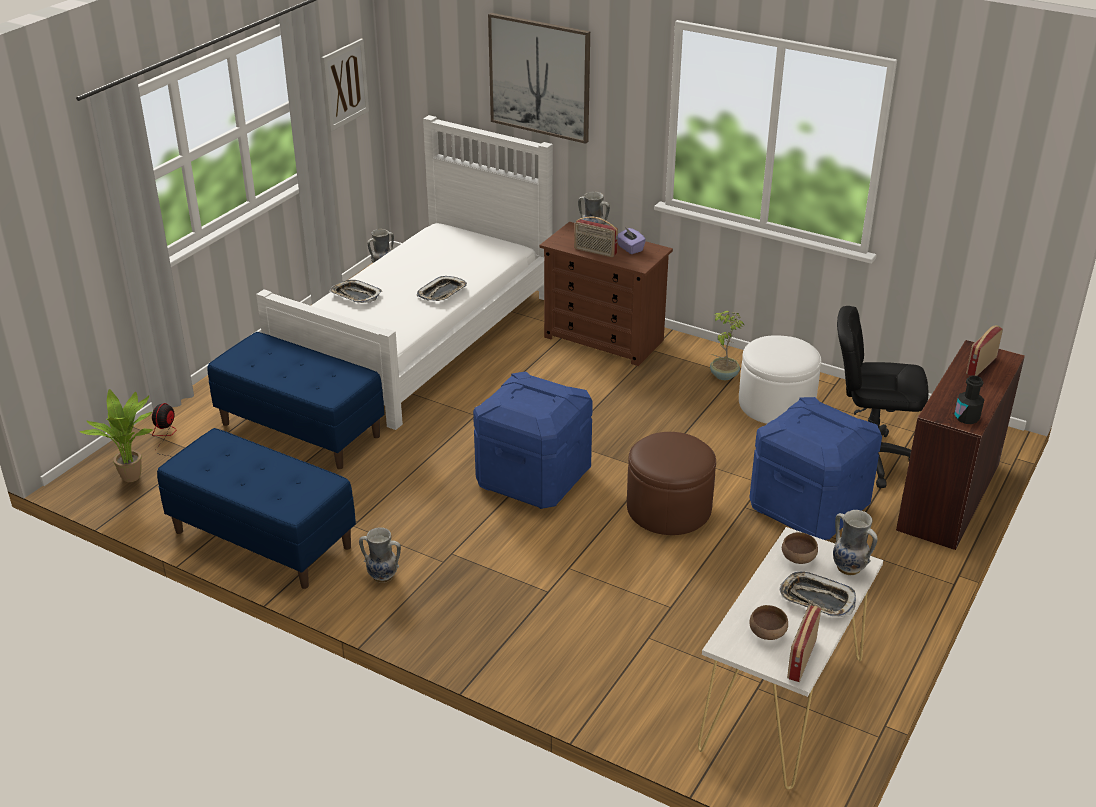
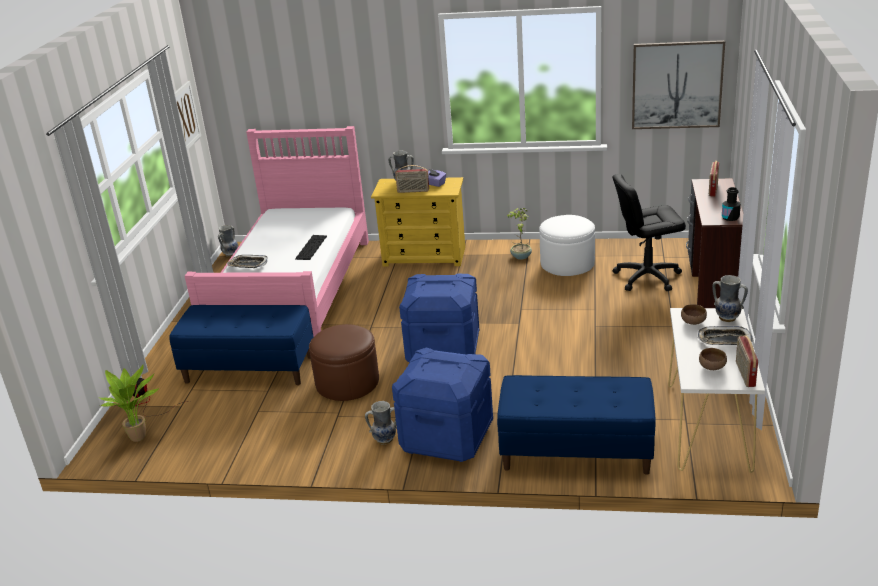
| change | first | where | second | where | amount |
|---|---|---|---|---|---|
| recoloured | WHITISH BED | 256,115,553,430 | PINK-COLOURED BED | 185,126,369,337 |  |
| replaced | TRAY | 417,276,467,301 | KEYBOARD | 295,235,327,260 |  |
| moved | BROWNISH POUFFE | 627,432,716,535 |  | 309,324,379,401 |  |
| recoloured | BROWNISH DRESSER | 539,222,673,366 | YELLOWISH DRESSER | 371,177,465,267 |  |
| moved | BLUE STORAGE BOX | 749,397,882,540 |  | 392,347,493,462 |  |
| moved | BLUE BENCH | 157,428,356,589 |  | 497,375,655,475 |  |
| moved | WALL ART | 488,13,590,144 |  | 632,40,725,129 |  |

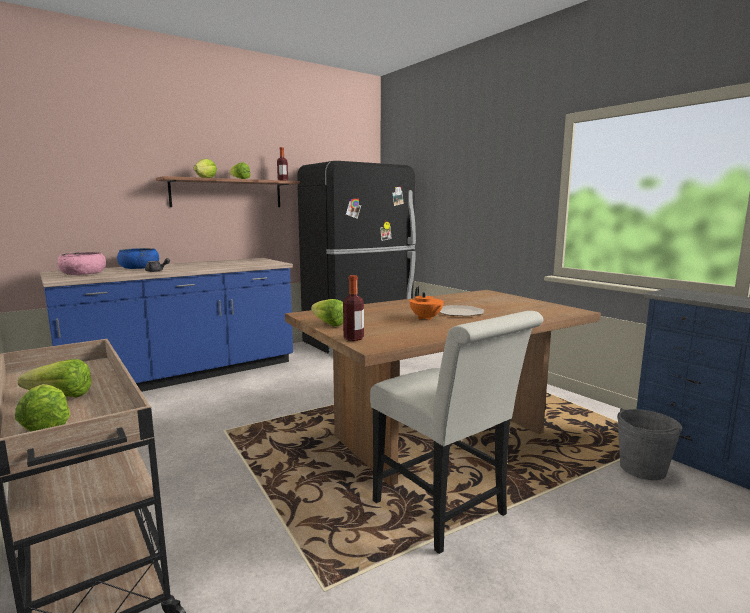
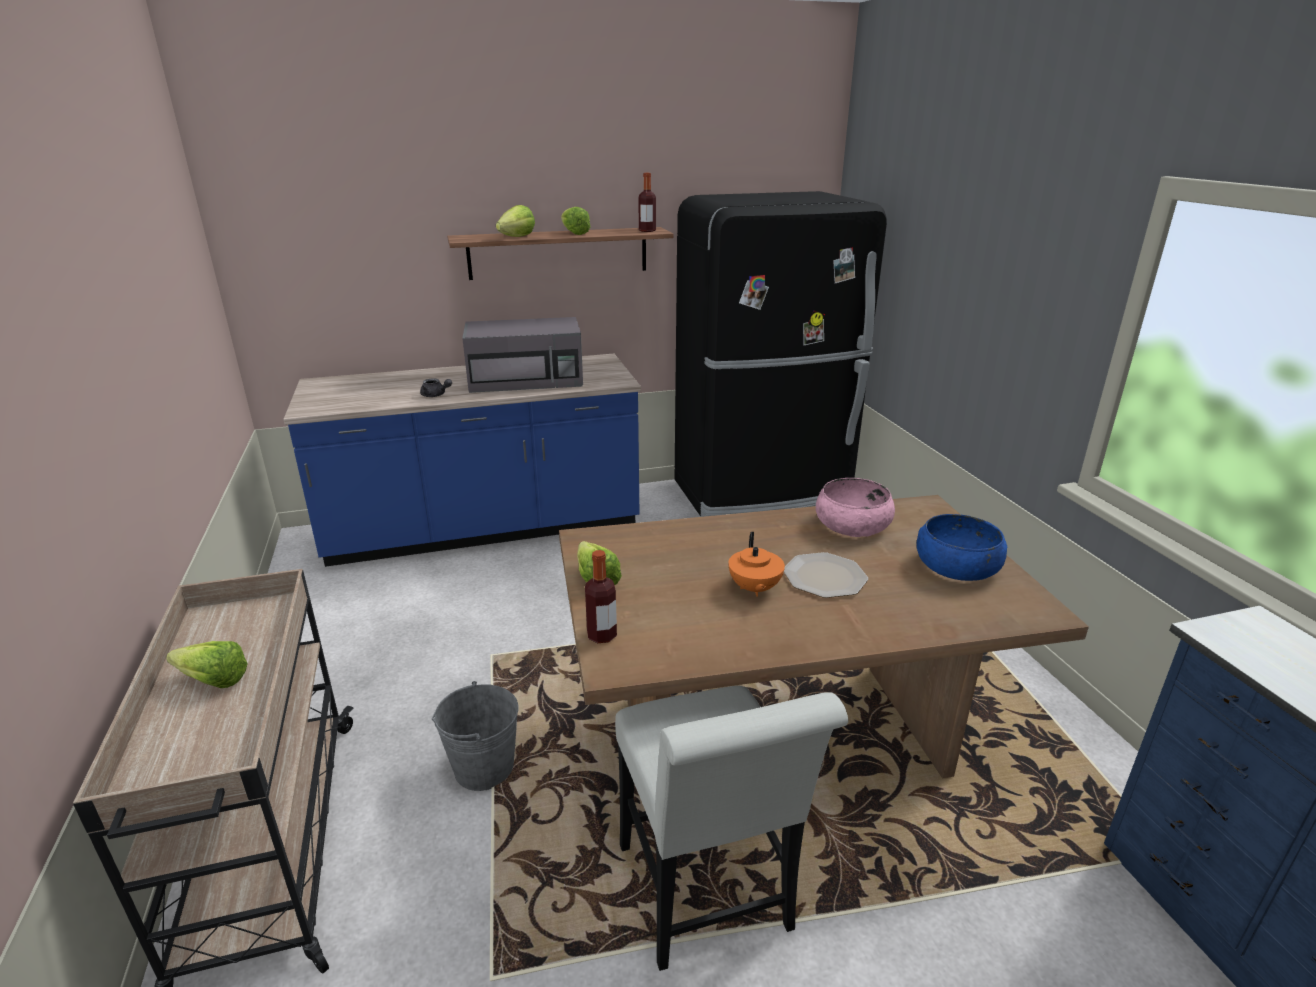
| change | first | where | second | where | amount |
|---|---|---|---|---|---|
| moved | GREYISH BUCKET | 617,408,682,480 |  | 432,681,518,791 |  |
| added |  |  | GREYISH MICROWAVE OVEN | 462,317,583,393 |  |
| moved | PINK-COLOURED DEEP DISH | 57,252,106,275 |  | 816,478,895,537 |  |
| moved | BLUE DEEP DISH | 117,248,159,269 |  | 917,514,1007,581 |  |
| removed | HEAD OF LETTUCE | 15,384,70,432 |  |  |  |

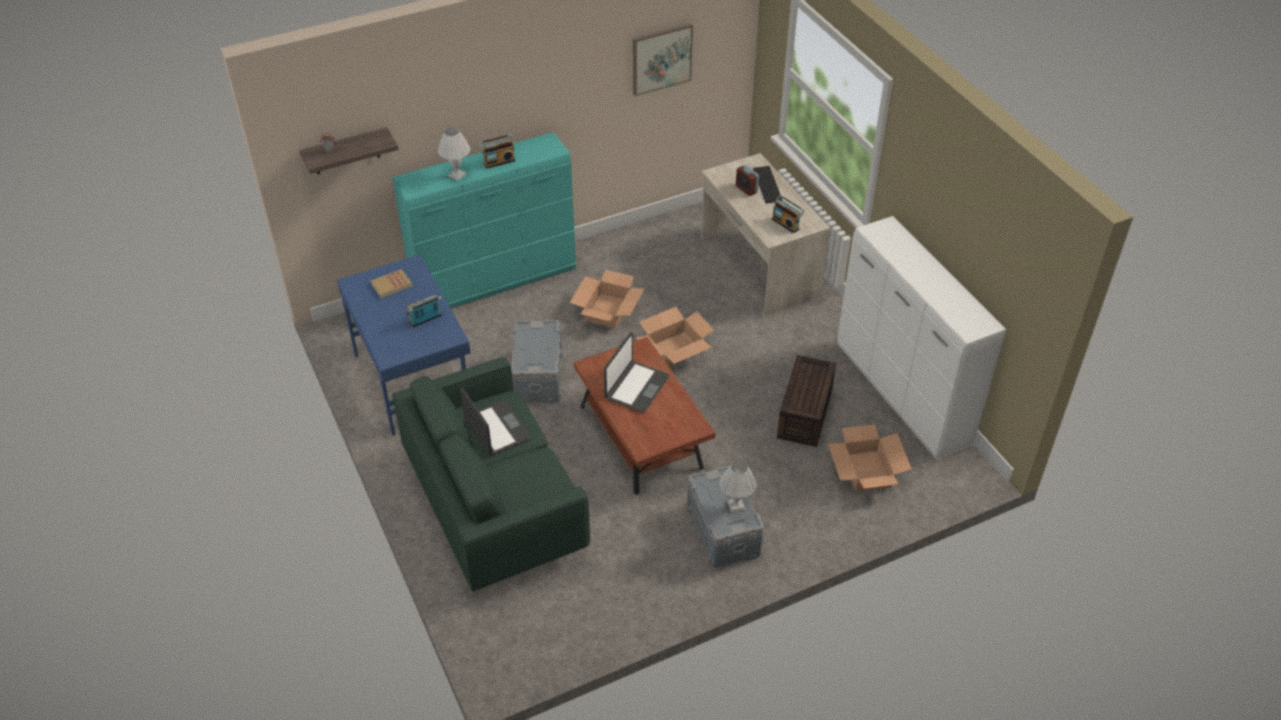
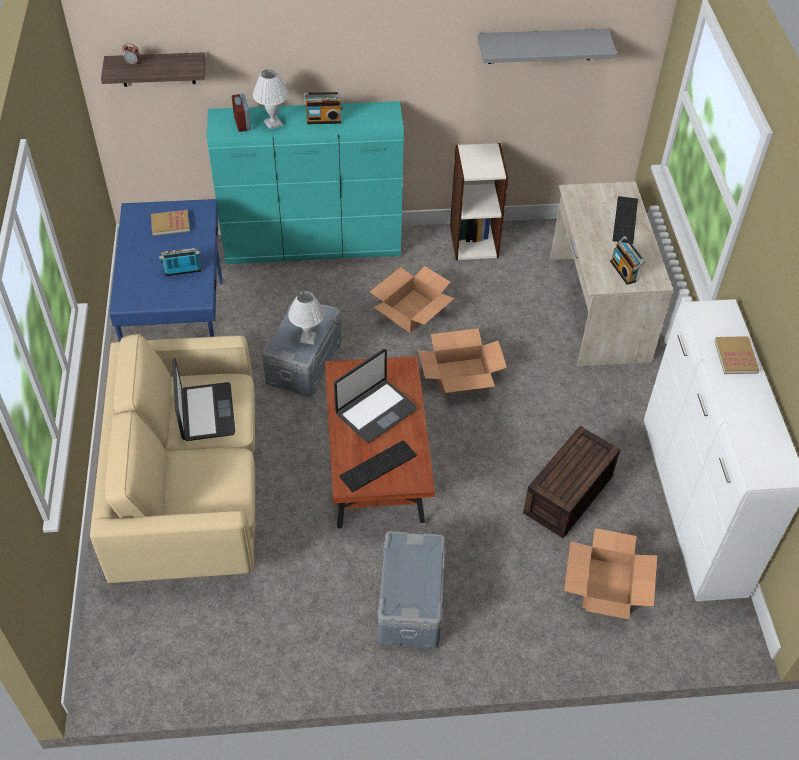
| change | first | where | second | where | amount |
|---|---|---|---|---|---|
| recoloured | GREENISH SETTEE | 392,357,590,592 | SAND-COLOURED SETTEE | 90,334,255,583 |  |
| moved | ALARM CLOCK | 736,165,759,196 |  | 232,94,251,132 |  |
| moved | WHITISH LAMP FOR A TABLE | 720,461,757,513 |  | 288,291,325,345 |  |
| added |  |  | KEYBOARD | 339,440,416,492 |  |
| added |  |  | BOOKSHELF | 450,143,508,260 |  |
| replaced | WALL ART | 633,23,693,96 | GREYISH SHELF | 477,29,617,64 |  |
| added |  |  | BOOK | 714,336,759,374 |  |

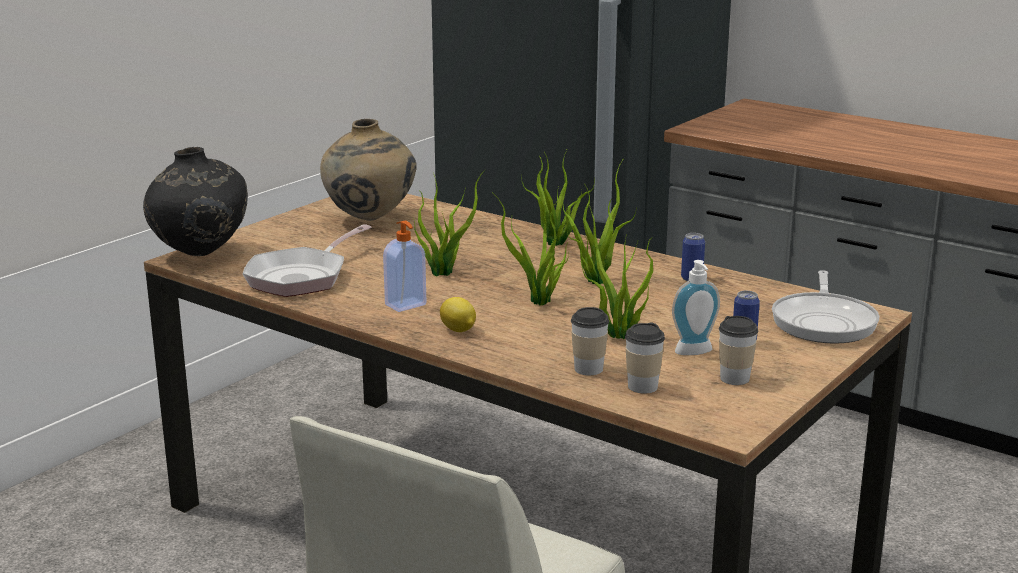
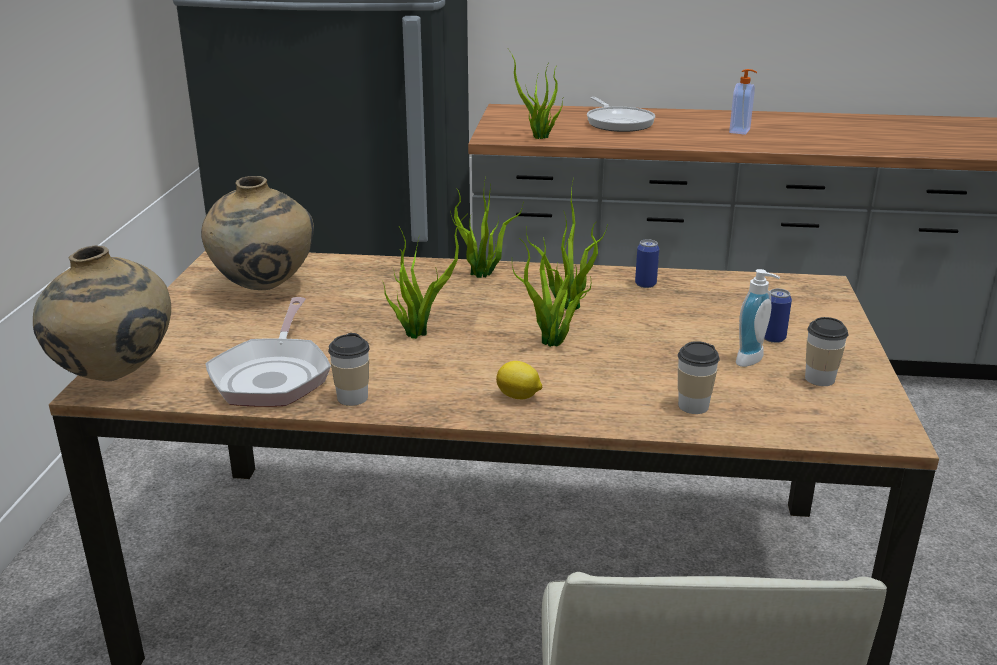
| change | first | where | second | where | amount |
|---|---|---|---|---|---|
| recoloured | BLACK-COLOURED FLOWER VASE | 143,147,248,256 | SAND-COLOURED FLOWER VASE | 33,245,171,381 |  |
| moved | CUP | 625,323,665,393 |  | 328,333,370,406 |  |
| moved | HOUSEPLANT | 581,202,653,339 |  | 508,49,563,139 |  |
| moved | PAN | 772,270,879,344 |  | 587,97,655,132 |  |
| moved | SOAP DISPENSER | 383,221,426,312 |  | 729,69,757,135 |  |

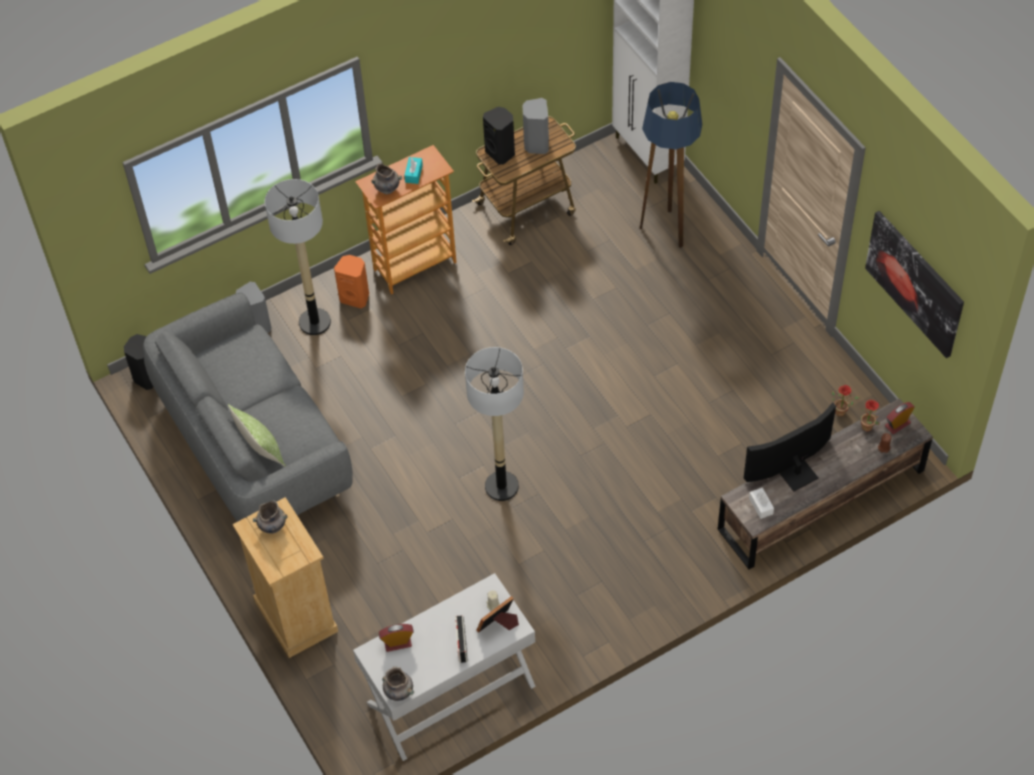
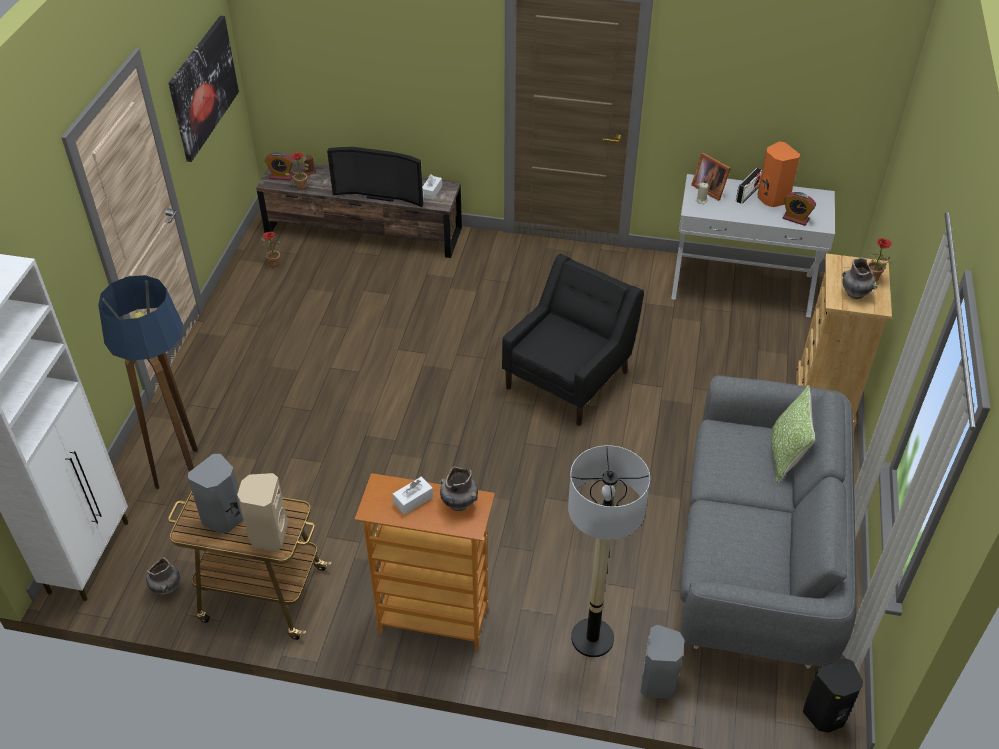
| change | first | where | second | where | amount |
|---|---|---|---|---|---|
| moved | GREYISH FLOWER VASE | 382,667,414,701 |  | 146,557,180,595 |  |
| recoloured | BLACK-COLOURED AUDIO SPEAKER | 483,107,515,165 | SAND-COLOURED AUDIO SPEAKER | 237,473,288,552 |  |
| recoloured | TURQUOISE BOX OF TISSUES | 404,157,423,184 | WHITISH BOX OF TISSUES | 393,476,433,515 |  |
| replaced | STANDARD LAMP | 465,347,524,501 | BLACK-COLOURED LOUNGE CHAIR | 502,254,644,426 |  |
| turned | PICTURE FRAME | 476,596,519,633 |  | 691,153,731,201 | 45 degrees clockwise |
| moved | ORANGE-COLOURED AUDIO SPEAKER | 334,255,369,308 |  | 758,142,800,207 |  |
| added |  |  | HOUSEPLANT | 868,238,897,282 |  |

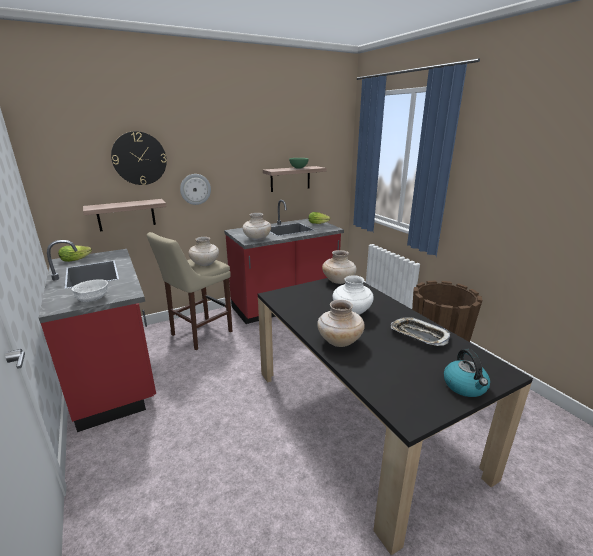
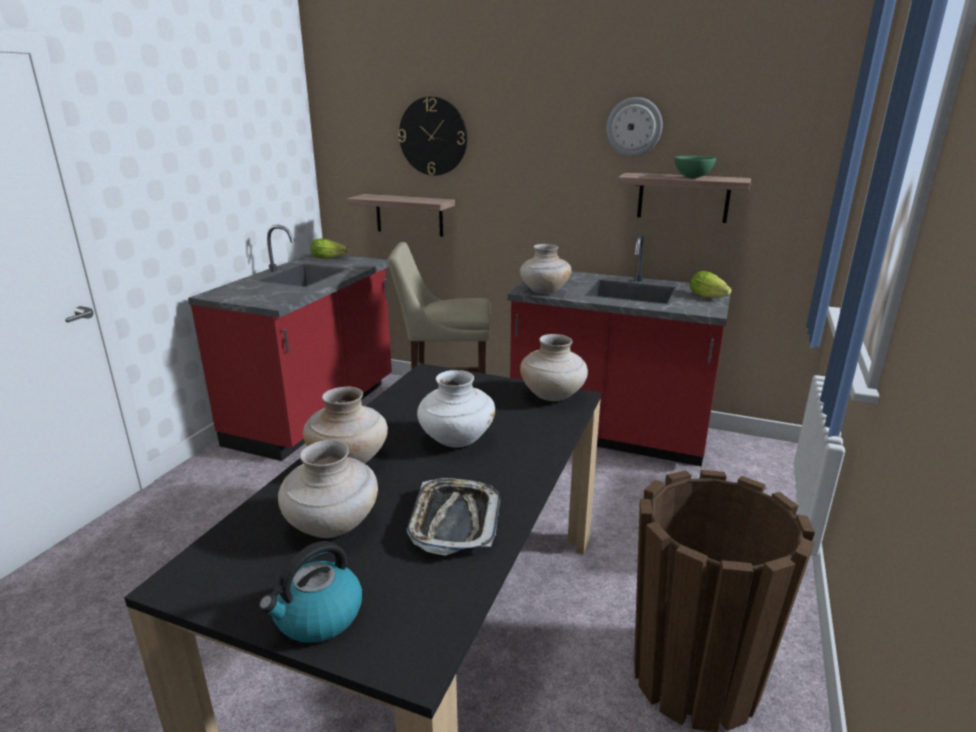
| change | first | where | second | where | amount |
|---|---|---|---|---|---|
| moved | SAND-COLOURED FLOWER VASE | 188,237,219,266 |  | 278,440,378,538 |  |
| moved | CLOCK ON THE WALL | 180,174,211,205 |  | 606,97,663,156 |  |
| removed | WHITISH DEEP DISH | 72,279,108,302 |  |  |  |

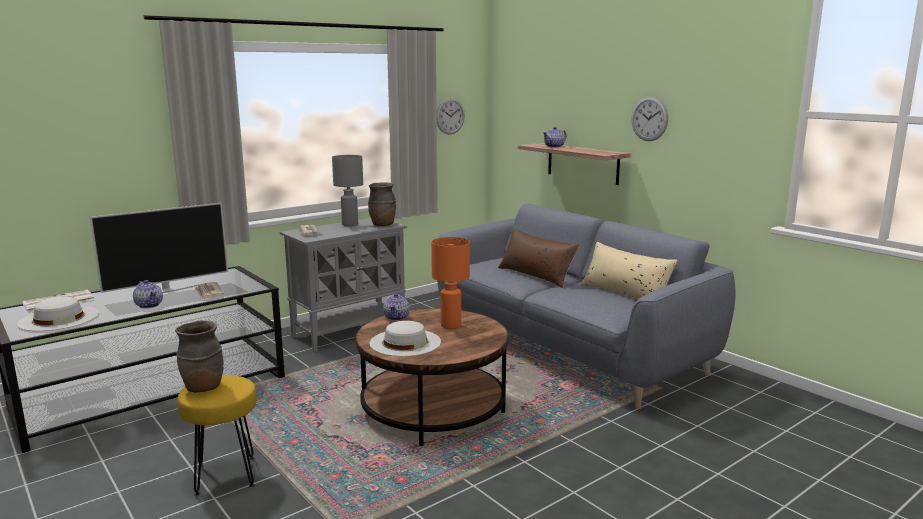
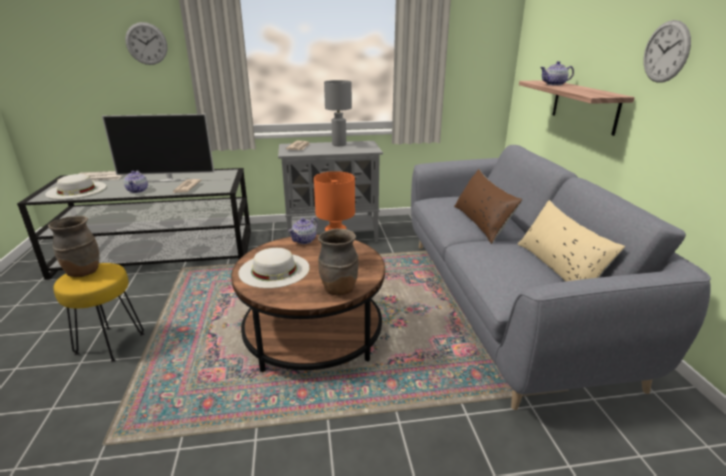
| change | first | where | second | where | amount |
|---|---|---|---|---|---|
| moved | CLOCK ON THE WALL | 437,98,465,135 |  | 125,22,168,65 |  |
| moved | BROWNISH FLOWER VASE | 368,182,396,226 |  | 318,228,359,296 |  |

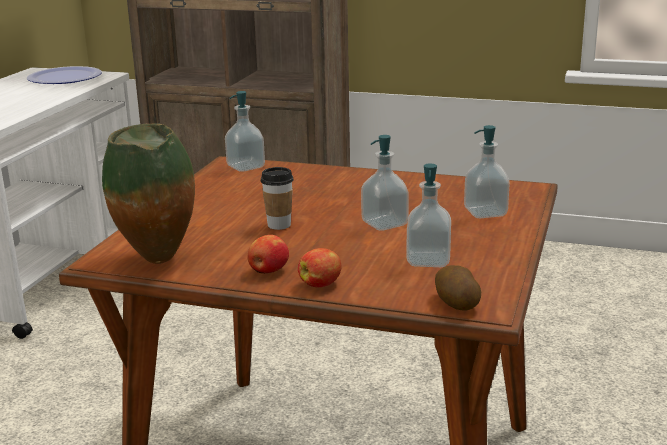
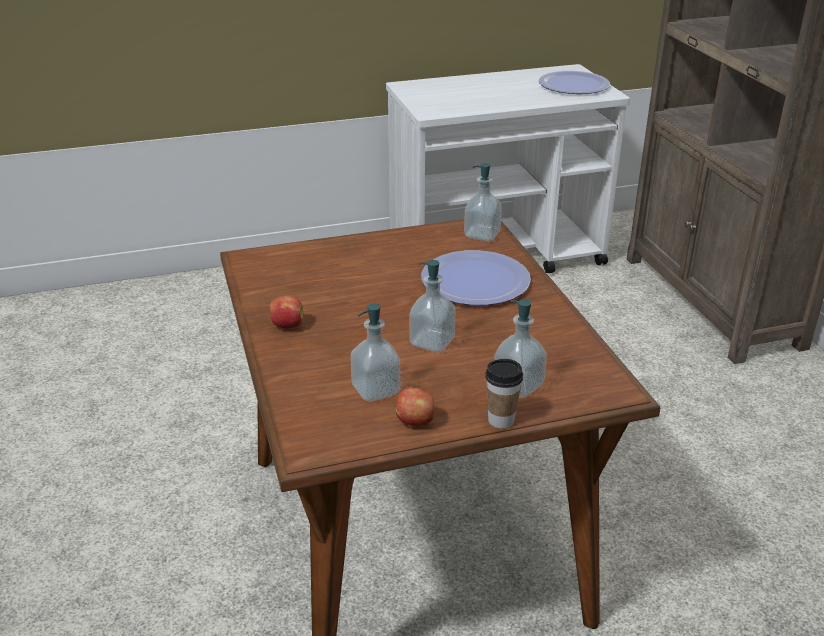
| change | first | where | second | where | amount |
|---|---|---|---|---|---|
| moved | APPLE FRUIT | 298,248,342,287 |  | 396,388,434,426 |  |
| added |  |  | PLATE | 421,250,531,305 |  |
| moved | CUP | 260,167,294,230 |  | 485,359,523,429 |  |
| removed | FLOWER VASE | 102,123,195,264 |  |  |  |
| removed | SPUD | 435,265,481,311 |  |  |  |

